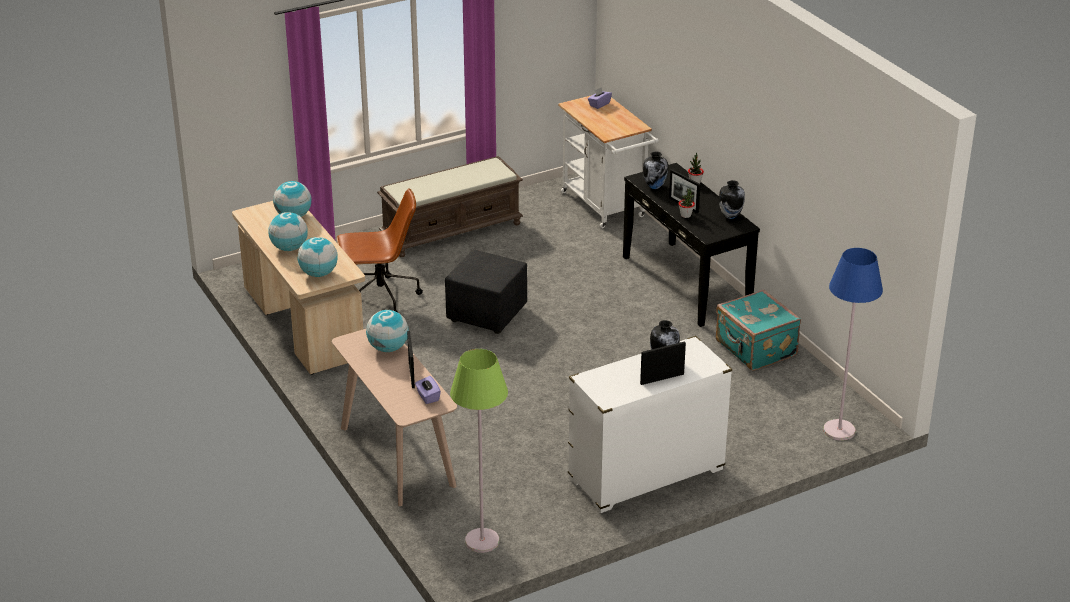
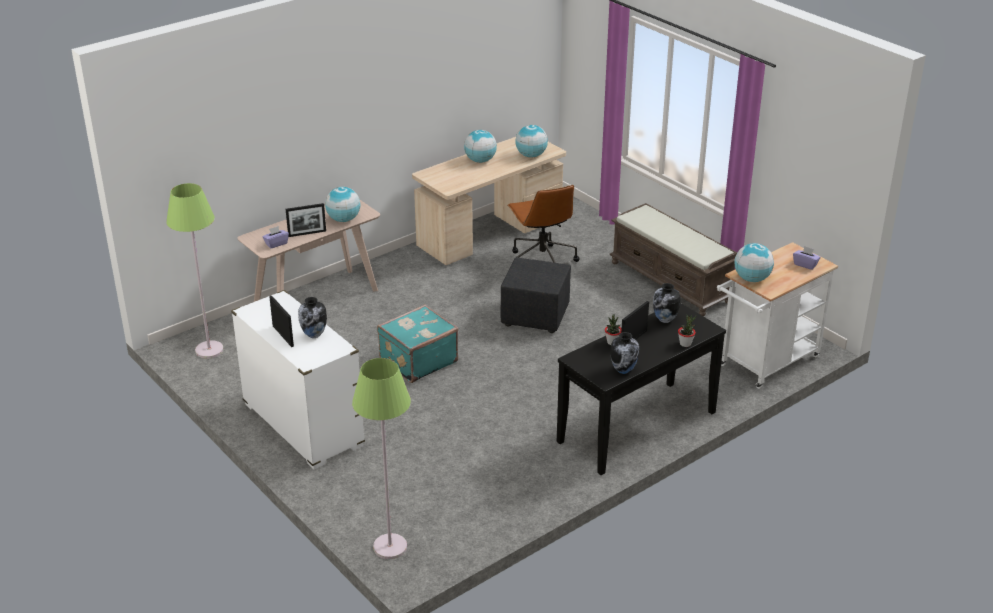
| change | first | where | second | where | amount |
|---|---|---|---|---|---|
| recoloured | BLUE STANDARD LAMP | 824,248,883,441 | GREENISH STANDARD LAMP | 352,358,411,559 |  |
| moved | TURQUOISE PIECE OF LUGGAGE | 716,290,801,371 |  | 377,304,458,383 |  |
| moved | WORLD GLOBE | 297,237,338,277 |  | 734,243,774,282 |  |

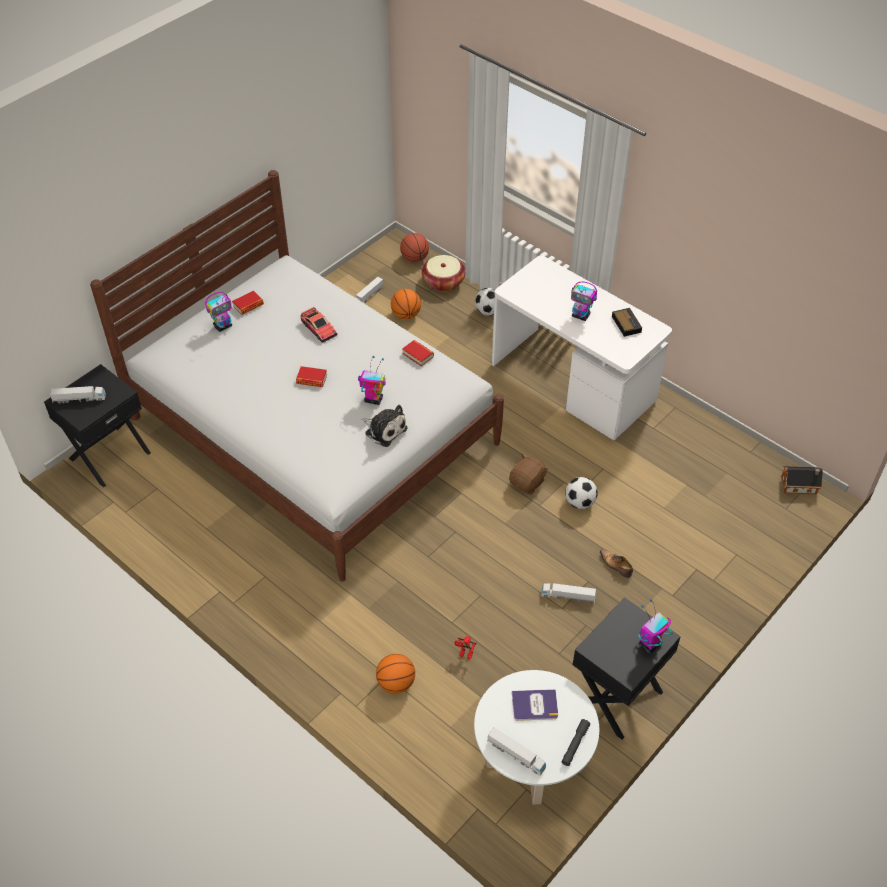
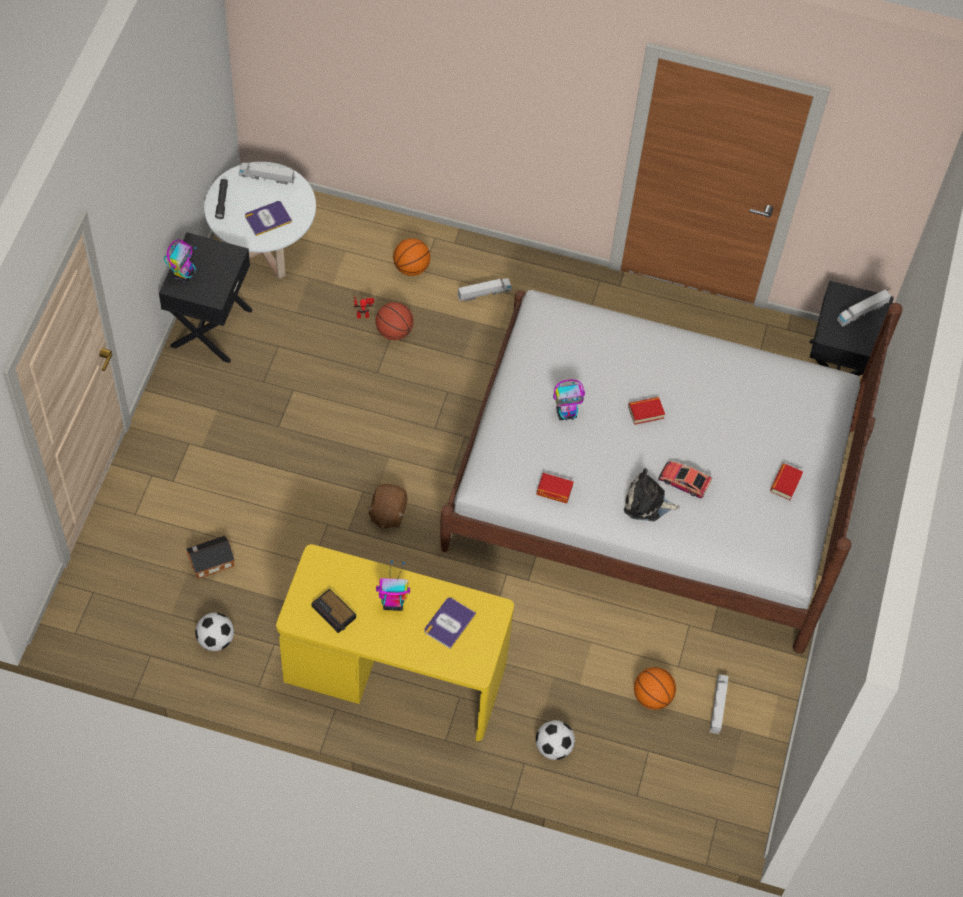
| change | first | where | second | where | amount |
|---|---|---|---|---|---|
| moved | MODEL HOUSE | 781,466,823,494 |  | 186,536,235,579 |  |
| moved | FOOTBALL BALL | 565,477,598,509 |  | 195,613,234,651 |  |
| recoloured | WHITISH DESK | 492,256,672,440 | YELLOWISH DESK | 276,544,514,741 |  |
| moved | BALL FOR BASKETBALL | 400,233,429,262 |  | 376,302,414,340 |  |
| added |  |  | BOOK | 424,598,476,649 |  |
| moved | TOY TRUCK | 541,583,596,603 |  | 457,278,512,302 |  |
| moved | SOFT TOY | 361,405,408,447 |  | 624,468,680,521 |  |
| removed | TOY ROBOT | 205,292,232,332 |  |  |  |
| removed | BASKET | 422,255,466,292 |  |  |  |
| removed | SHOE | 600,549,633,578 |  |  |  |

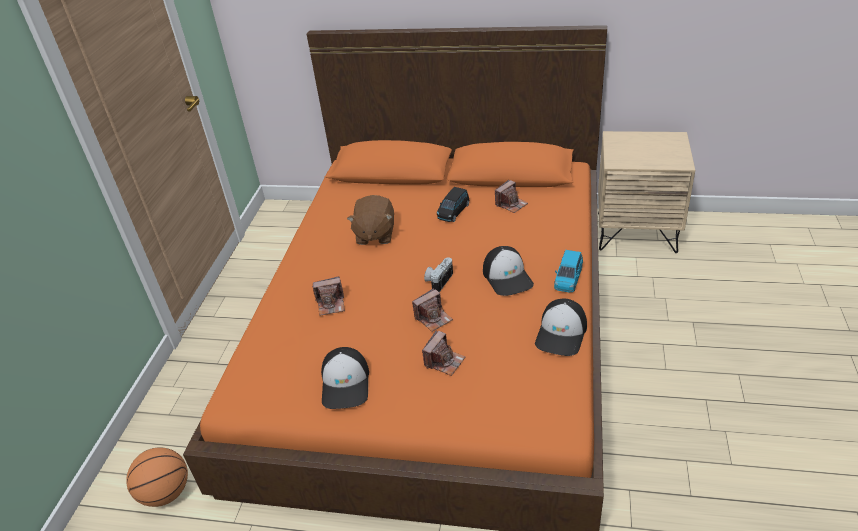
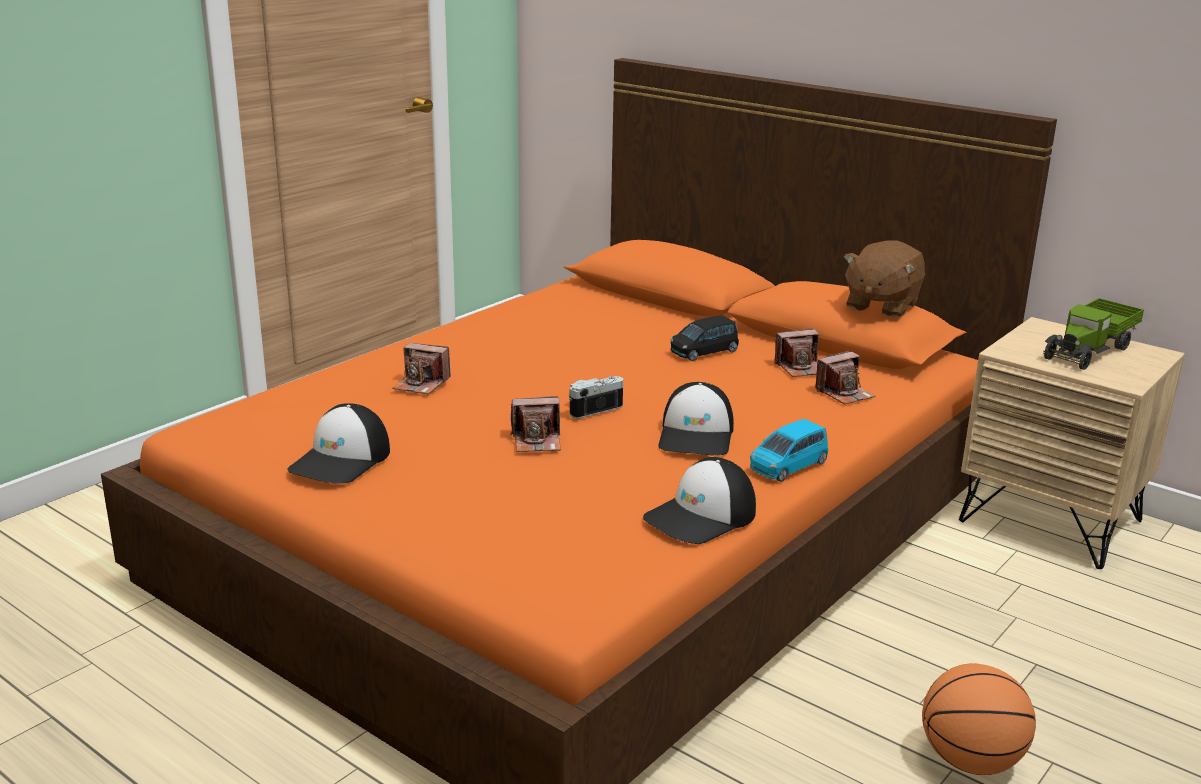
| change | first | where | second | where | amount |
|---|---|---|---|---|---|
| moved | STILL CAMERA | 422,331,465,376 |  | 815,351,876,404 |  |
| moved | BROWNISH SOFT TOY | 347,195,394,245 |  | 844,241,925,318 |  |
| moved | BALL FOR BASKETBALL | 126,447,188,507 |  | 922,663,1036,775 |  |
| added |  |  | TOY TRUCK | 1043,298,1144,370 |  |

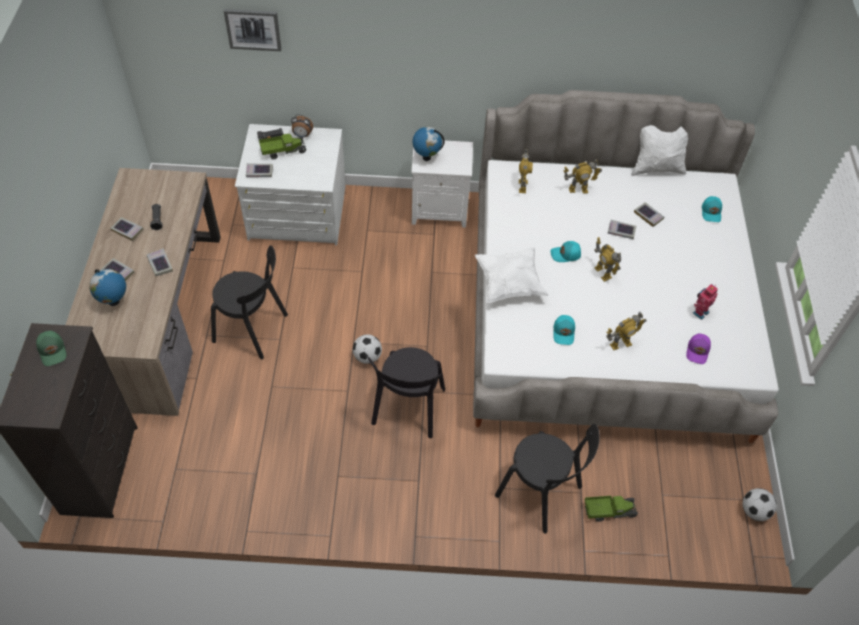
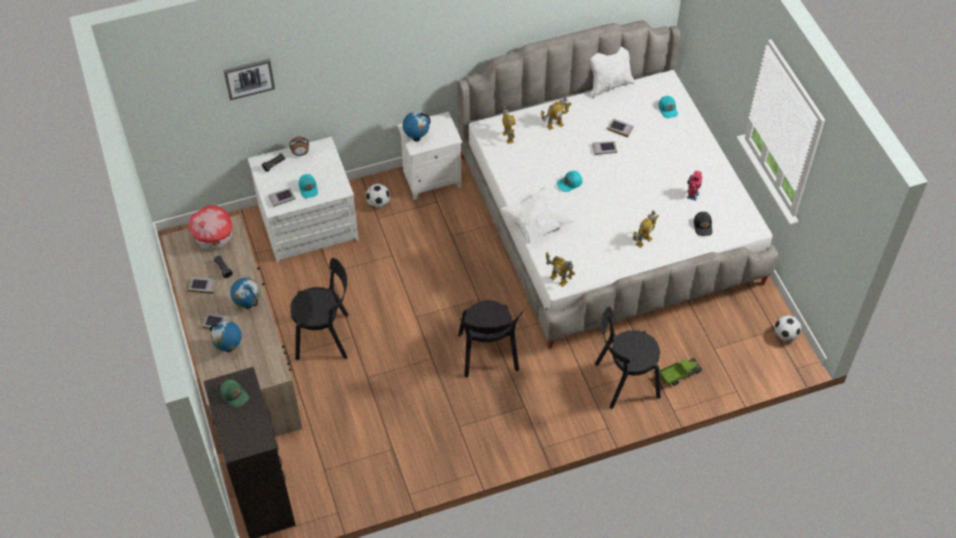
| change | first | where | second | where | amount |
|---|---|---|---|---|---|
| added |  |  | MODEL HOUSE | 189,205,232,250 |  |
| replaced | BOOK | 147,248,173,276 | WORLD GLOBE | 230,278,261,309 |  |
| moved | TURQUOISE BASEBALL CAP | 553,315,575,345 |  | 299,174,318,198 |  |
| moved | FOOTBALL BALL | 353,334,382,364 |  | 366,184,390,208 |  |
| moved | TOY ROBOT | 594,237,621,282 |  | 546,252,575,287 |  |
| turned | BLACK-COLOURED CHAIR | 495,424,600,534 |  | 595,306,661,409 | 150 degrees clockwise |
| recoloured | PURPLISH BASEBALL CAP | 686,333,711,364 | BLACK-COLOURED BASEBALL CAP | 694,212,712,236 |  |
| removed | TOY TRUCK | 259,134,307,159 |  |  |  |

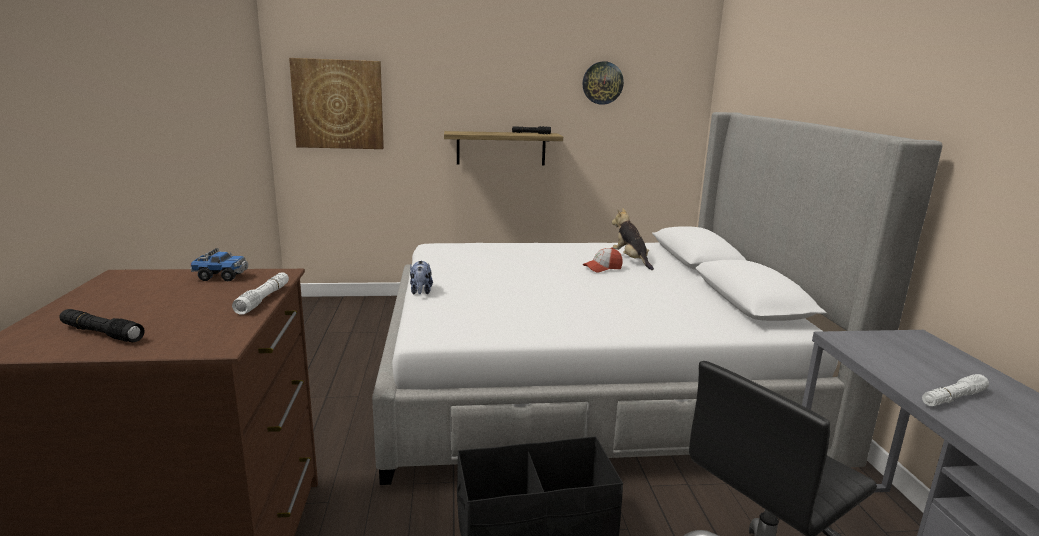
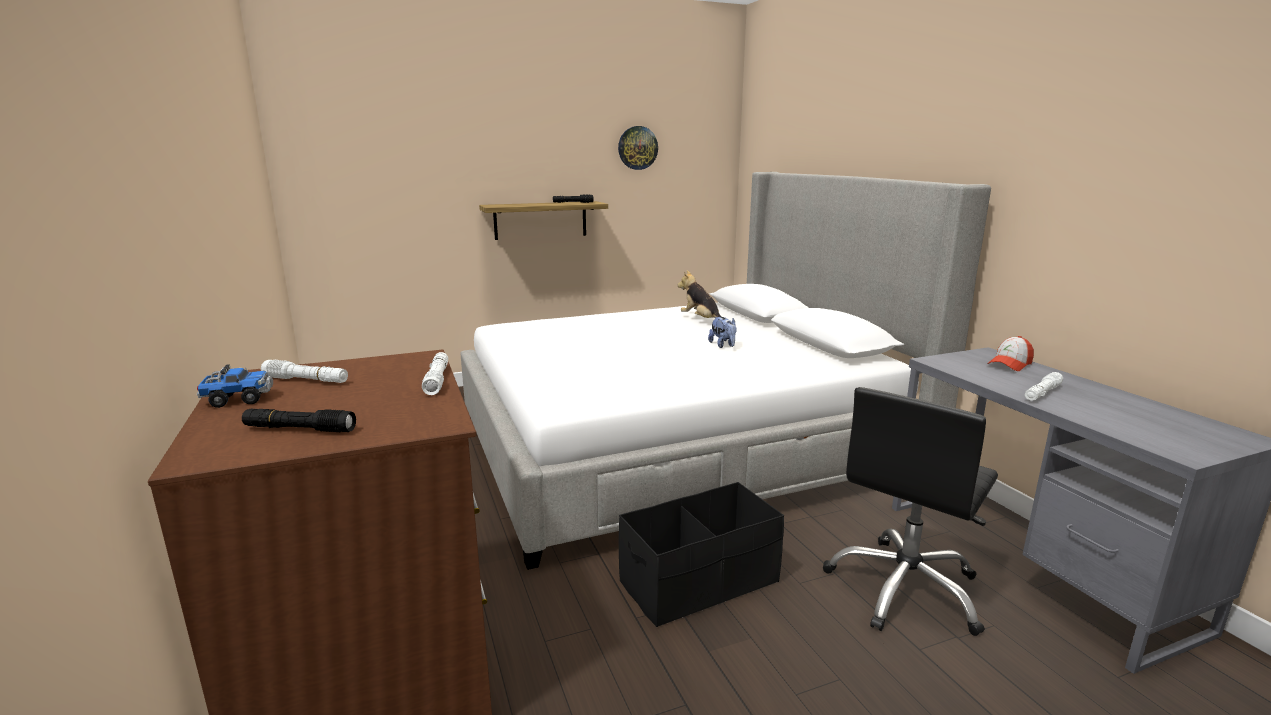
| change | first | where | second | where | amount |
|---|---|---|---|---|---|
| moved | TOY TRUCK | 190,248,248,281 |  | 197,364,273,408 |  |
| added |  |  | WHITISH TORCH | 261,360,348,383 |  |
| moved | SOFT TOY | 410,260,433,294 |  | 708,317,737,348 |  |
| moved | BASEBALL CAP | 583,247,623,273 |  | 987,336,1034,371 |  |
| removed | WALL ART | 289,58,384,149 |  |  |  |

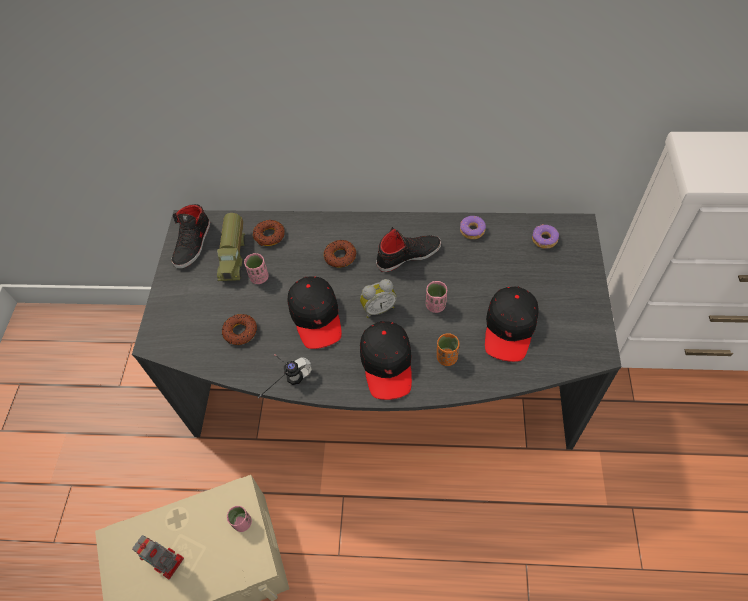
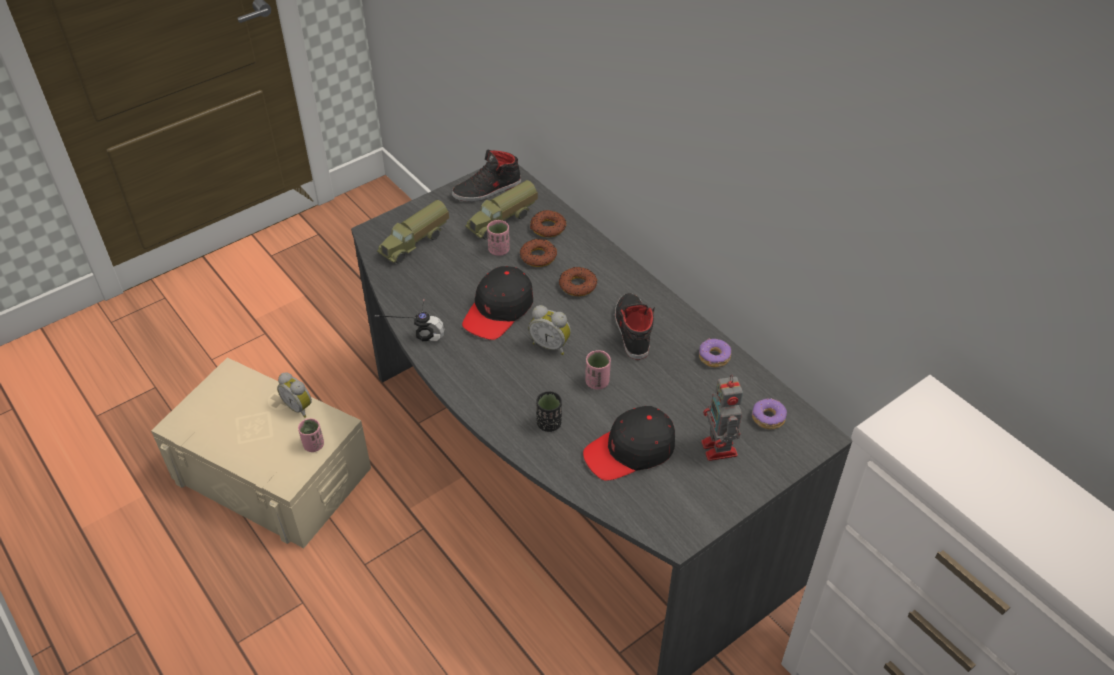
| change | first | where | second | where | amount |
|---|---|---|---|---|---|
| added |  |  | ALARM CLOCK | 277,372,312,418 |  |
| added |  |  | TOY TRUCK | 377,200,449,264 |  |
| moved | RING DOUGHNUT | 222,314,257,345 |  | 520,239,557,267 |  |
| recoloured | ORANGE-COLOURED CUP | 437,333,459,366 | BLACK-COLOURED CUP | 536,391,562,432 |  |
| turned | BLACK-COLOURED SHOE | 376,227,441,272 |  | 615,293,655,360 | 120 degrees counterclockwise |
| moved | TOY ROBOT | 132,535,184,579 |  | 701,375,743,461 |  |
| removed | BLACK-COLOURED BASEBALL CAP | 360,321,412,400 |  |  |  |

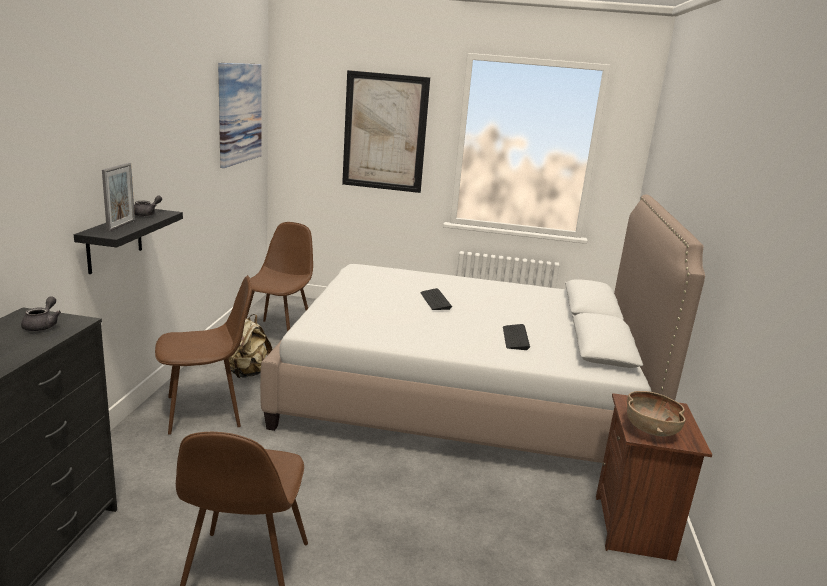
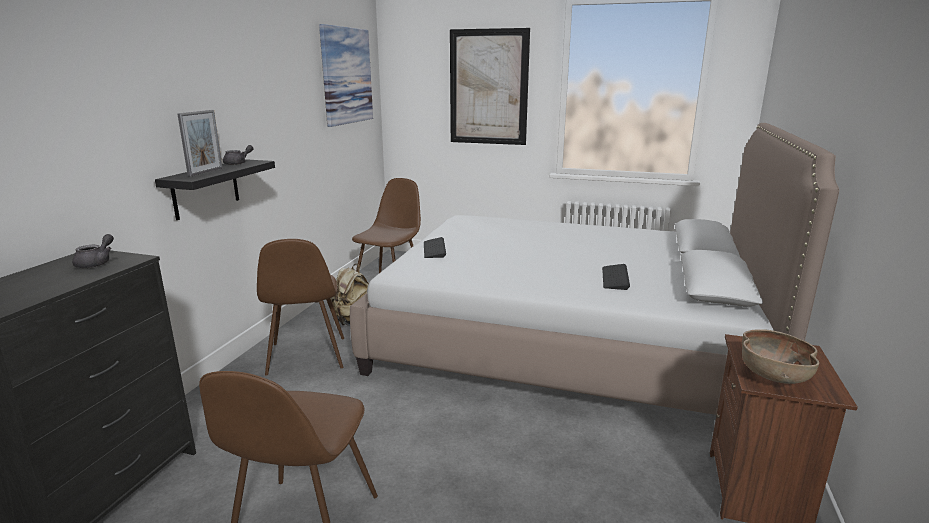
| change | first | where | second | where | amount |
|---|---|---|---|---|---|
| turned | BROWNISH CHAIR | 155,275,252,435 |  | 257,239,344,376 | 90 degrees clockwise |
| moved | KEYBOARD | 420,288,452,310 |  | 424,237,446,258 |  |

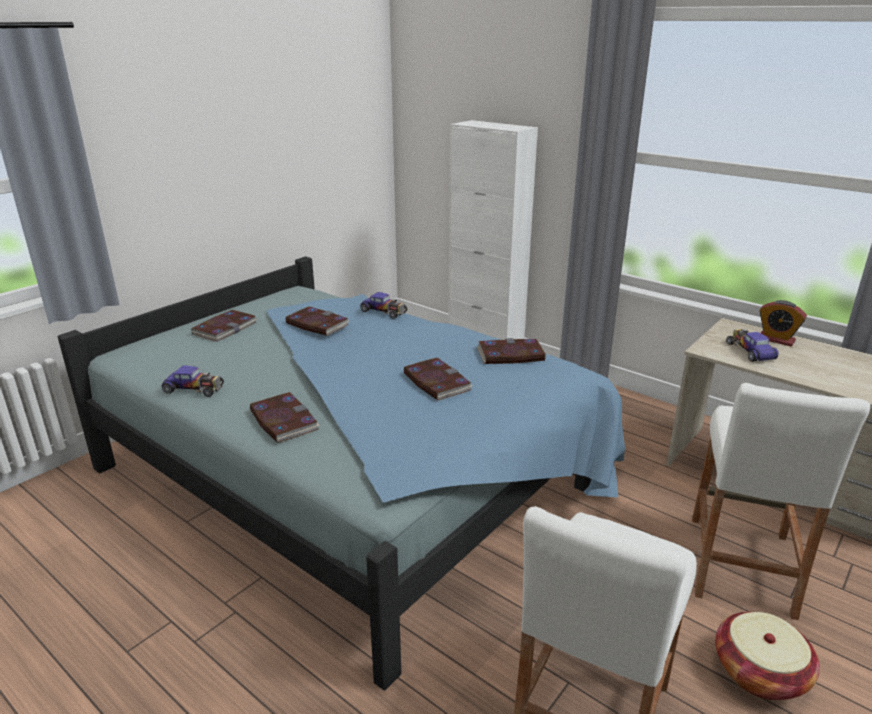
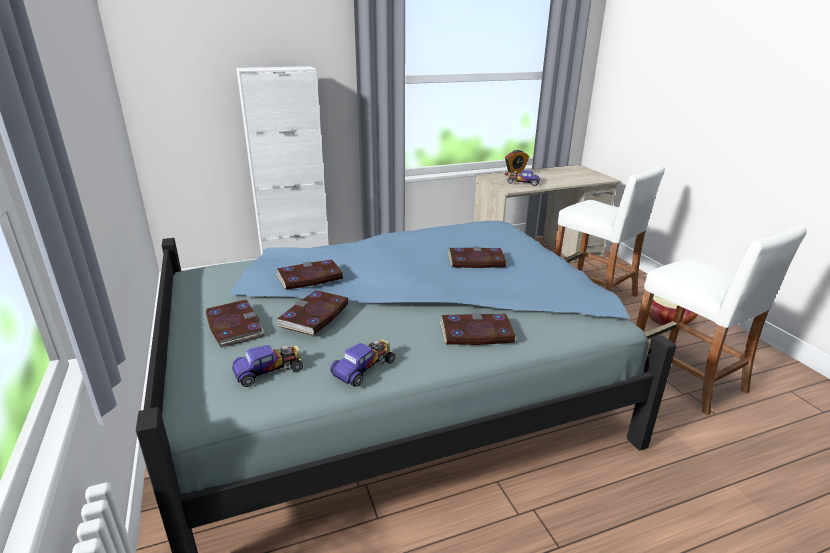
| change | first | where | second | where | amount |
|---|---|---|---|---|---|
| moved | MODEL CAR | 360,292,407,319 |  | 232,345,303,387 |  |
| moved | BOOK | 477,338,546,364 |  | 277,290,348,336 |  |

